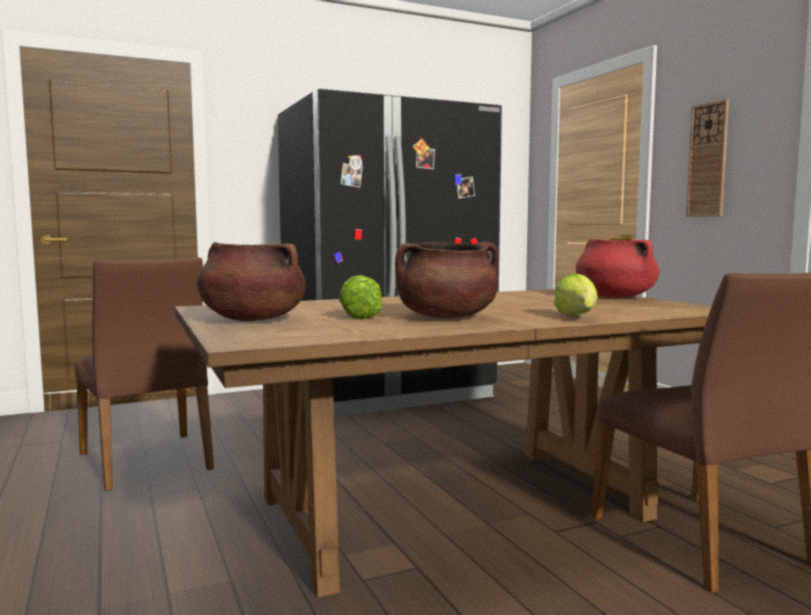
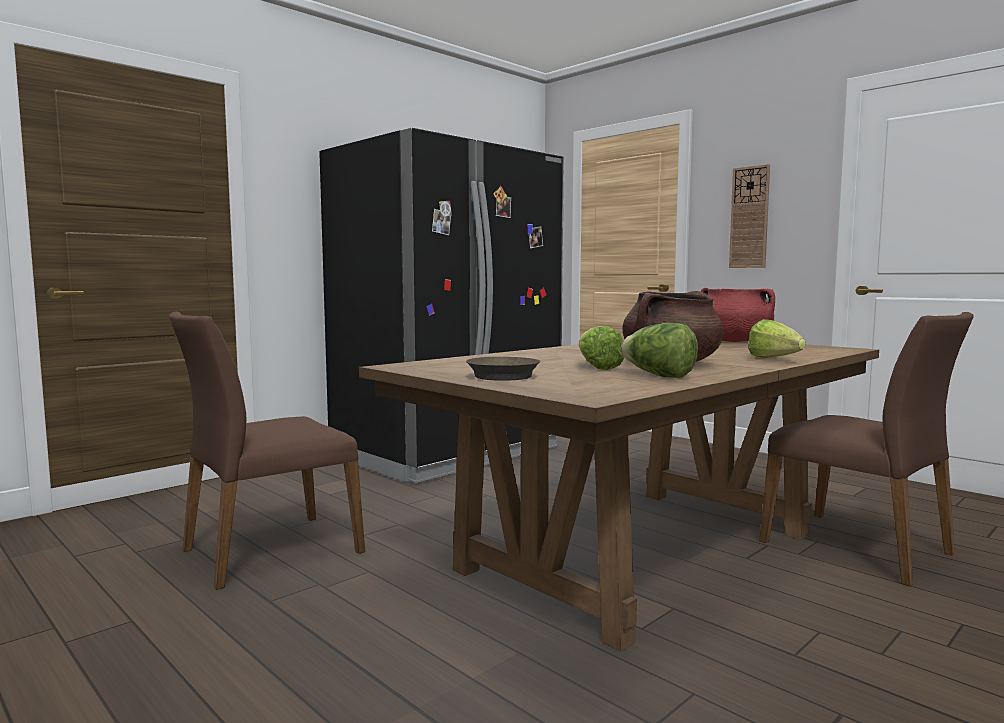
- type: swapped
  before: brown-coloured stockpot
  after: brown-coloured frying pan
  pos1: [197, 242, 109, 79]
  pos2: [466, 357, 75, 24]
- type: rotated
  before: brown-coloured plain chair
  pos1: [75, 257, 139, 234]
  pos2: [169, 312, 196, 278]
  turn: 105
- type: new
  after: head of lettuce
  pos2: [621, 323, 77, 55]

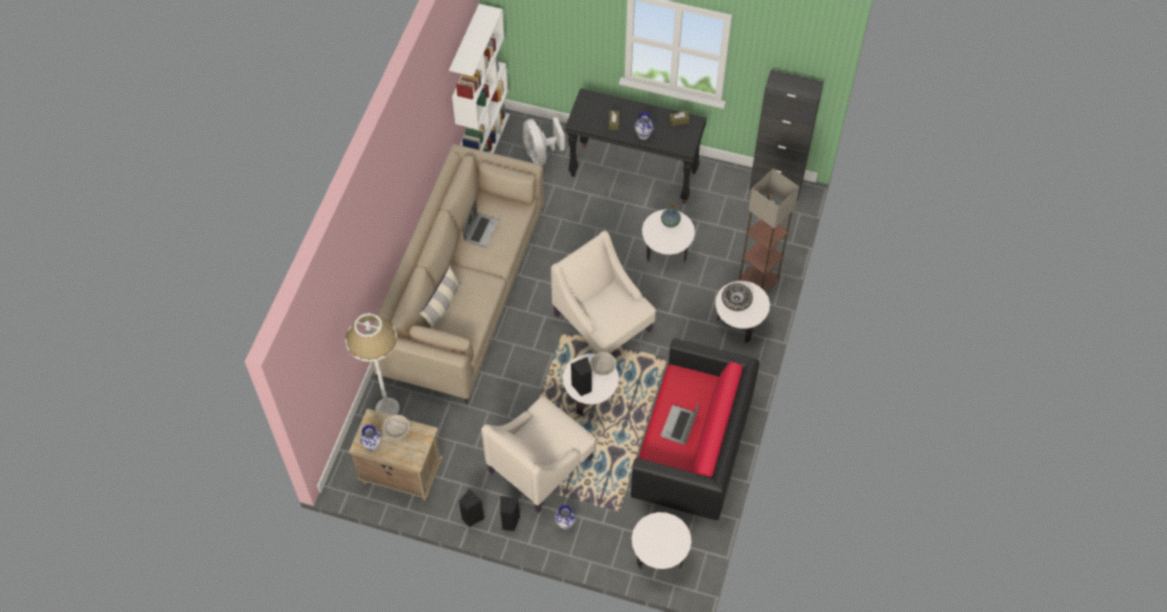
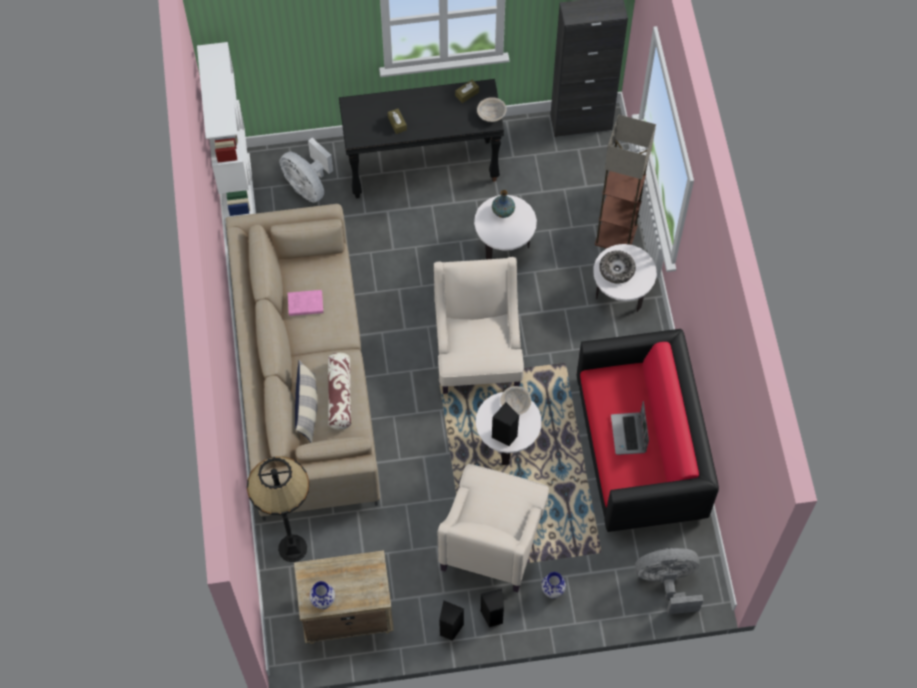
- type: gone
  before: flower vase
  pos1: [635, 112, 19, 28]
- type: swapped
  before: notebook computer
  after: pink-coloured book
  pos1: [462, 200, 37, 47]
  pos2: [288, 290, 35, 26]
- type: rotated
  before: beige lounge chair
  pos1: [551, 230, 105, 123]
  pos2: [434, 257, 90, 137]
  turn: 60
- type: repainted
  before: white-coloured standard lamp
  after: black-coloured standard lamp
  pos1: [345, 313, 55, 102]
  pos2: [247, 456, 62, 106]
- type: shifted
  before: beige bowl
  pos1: [382, 415, 28, 24]
  pos2: [477, 97, 30, 25]
- type: swapped
  before: white-coloured side table
  after: gray electric fan
  pos1: [632, 512, 60, 57]
  pos2: [635, 548, 68, 67]
- type: new
  after: cushion
  pos2: [328, 353, 23, 77]

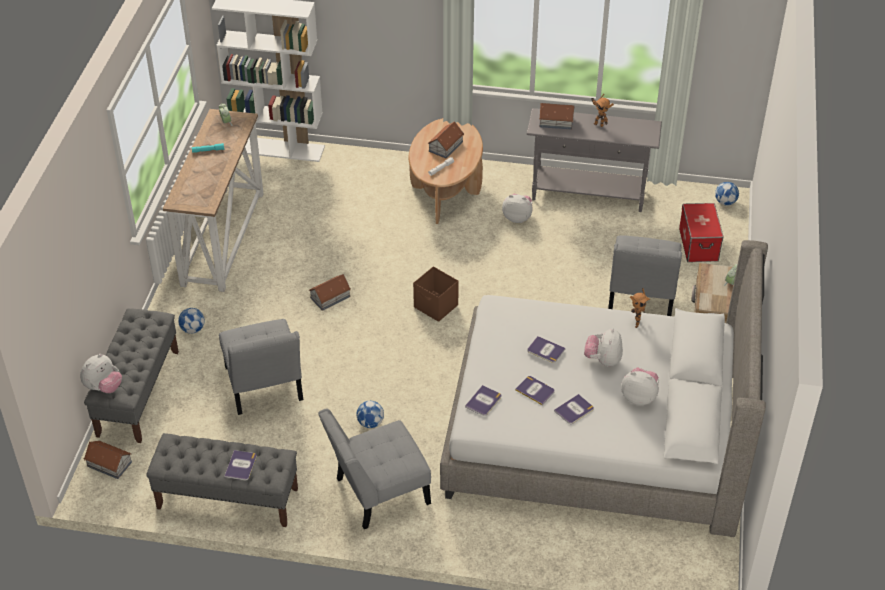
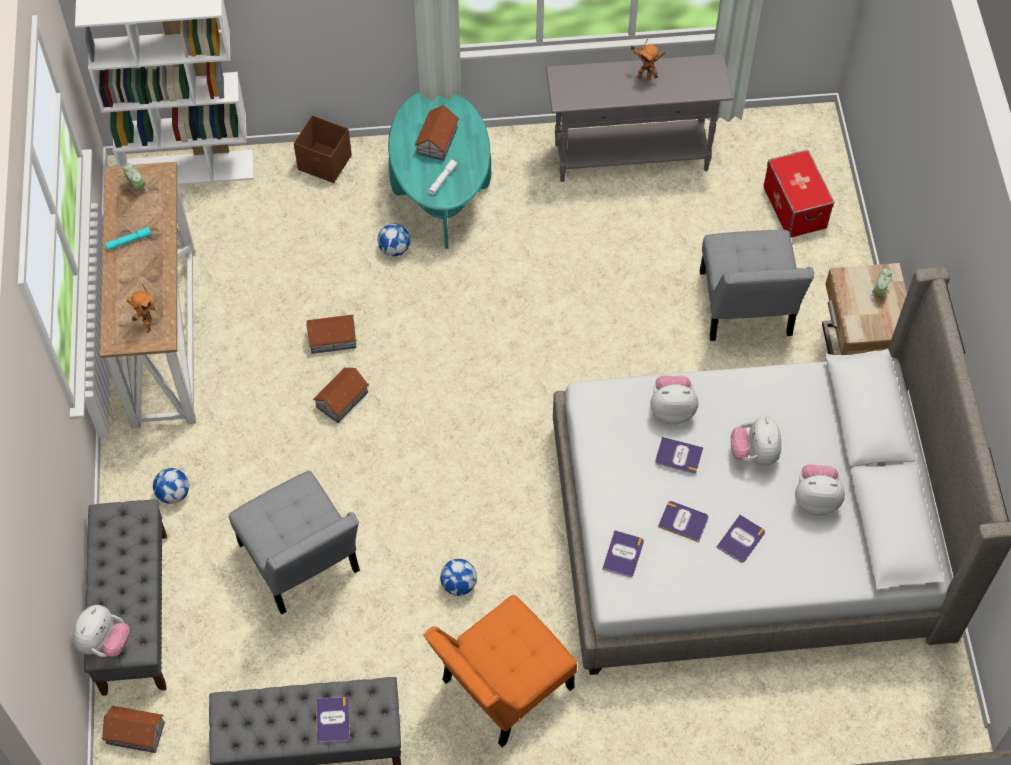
- type: shifted
  before: miniature house
  pos1: [539, 103, 36, 27]
  pos2: [306, 315, 51, 39]
- type: repainted
  before: brown-coloured lounge table
  after: turquoise lounge table
  pos1: [409, 118, 74, 106]
  pos2: [388, 92, 103, 157]
- type: shifted
  before: football
  pos1: [715, 182, 24, 23]
  pos2: [378, 223, 32, 33]
- type: shifted
  before: cuddly toy
  pos1: [502, 194, 31, 29]
  pos2: [650, 376, 49, 49]
- type: shifted
  before: brown-coloured storage bin
  pos1: [413, 266, 46, 56]
  pos2: [294, 115, 58, 68]
- type: shifted
  before: robot figure
  pos1: [630, 288, 19, 40]
  pos2: [126, 283, 29, 50]
- type: repainted
  before: gray plain chair
  after: orange plain chair
  pos1: [318, 408, 113, 121]
  pos2: [423, 595, 154, 152]

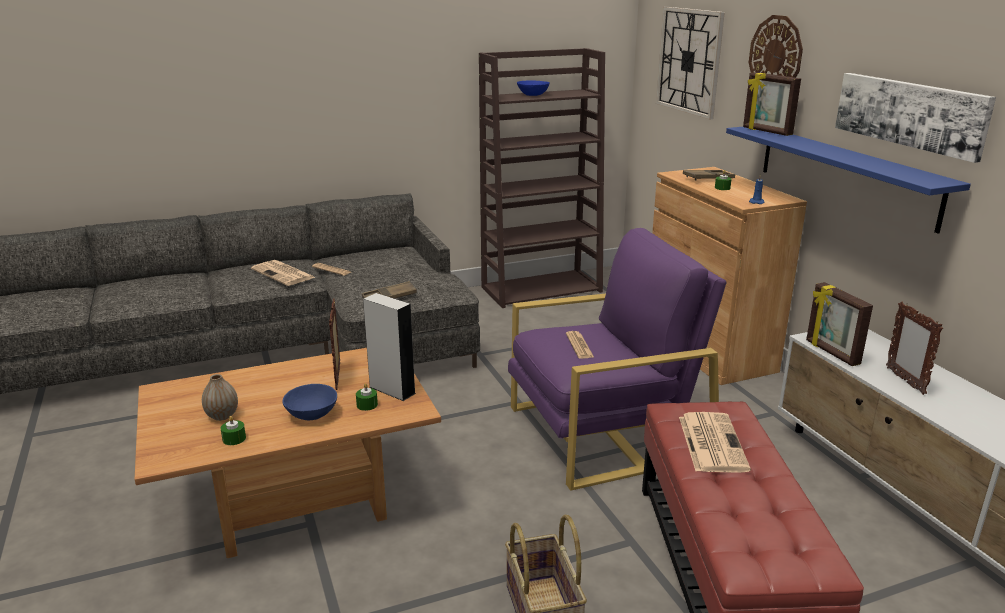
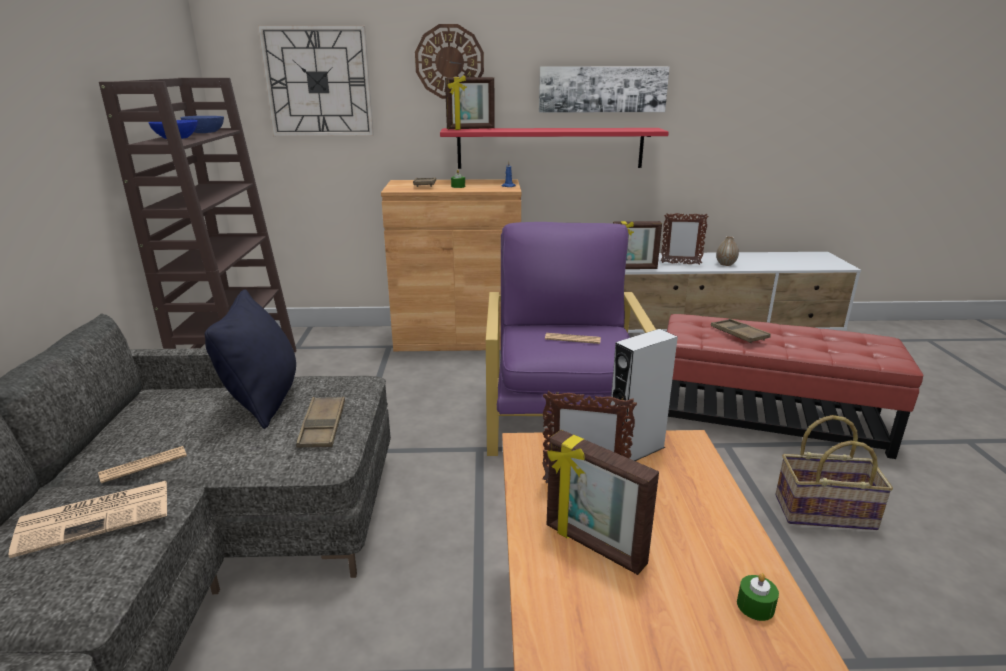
- type: repainted
  before: blue bracket shelf
  after: red bracket shelf
  pos1: [726, 127, 245, 107]
  pos2: [440, 128, 229, 41]
- type: shifted
  before: flower vase
  pos1: [202, 374, 36, 47]
  pos2: [716, 236, 23, 30]
- type: gone
  before: greenish candle
  pos1: [356, 383, 22, 28]
- type: shifted
  before: blue bowl
  pos1: [282, 384, 55, 36]
  pos2: [180, 116, 44, 17]
- type: swapped
  before: printed paper
  after: brown-coloured tray
  pos1: [679, 412, 72, 61]
  pos2: [711, 319, 60, 24]
- type: new
  after: black-coloured cushion
  pos2: [205, 289, 91, 140]
- type: new
  after: standing frame
  pos2: [546, 430, 113, 145]

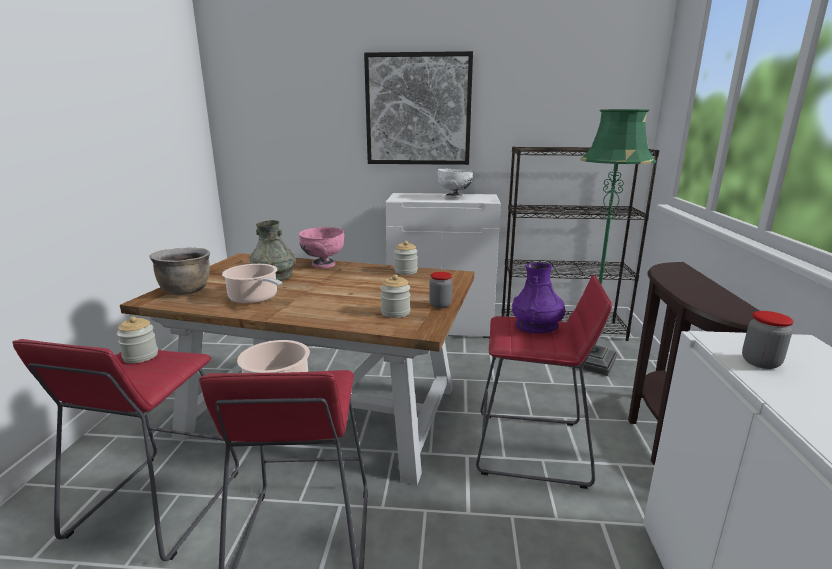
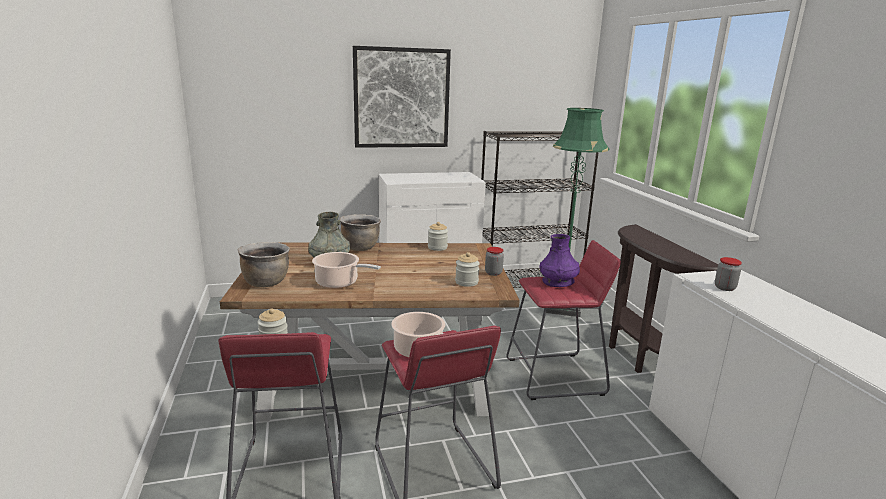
- type: gone
  before: white-coloured bowl
  pos1: [437, 169, 36, 29]
- type: swapped
  before: pink-coloured bowl
  after: brown-coloured stockpot
  pos1: [299, 227, 45, 41]
  pos2: [340, 214, 41, 37]

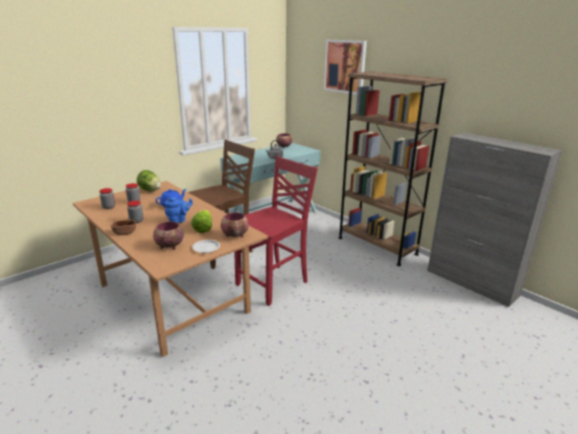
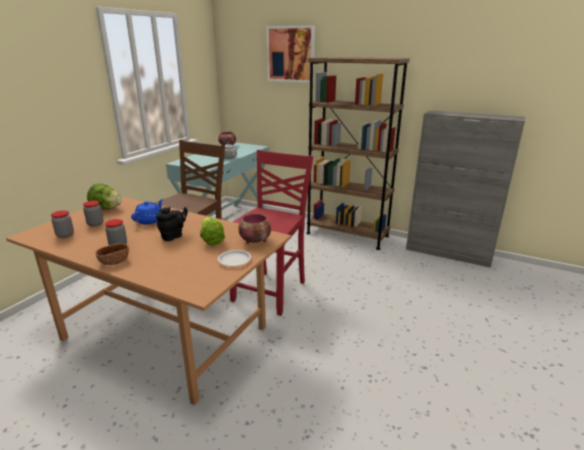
- type: repainted
  before: blue pot for tea
  after: black-coloured pot for tea
  pos1: [164, 197, 29, 26]
  pos2: [156, 207, 32, 34]
- type: gone
  before: bowl
  pos1: [153, 221, 31, 29]

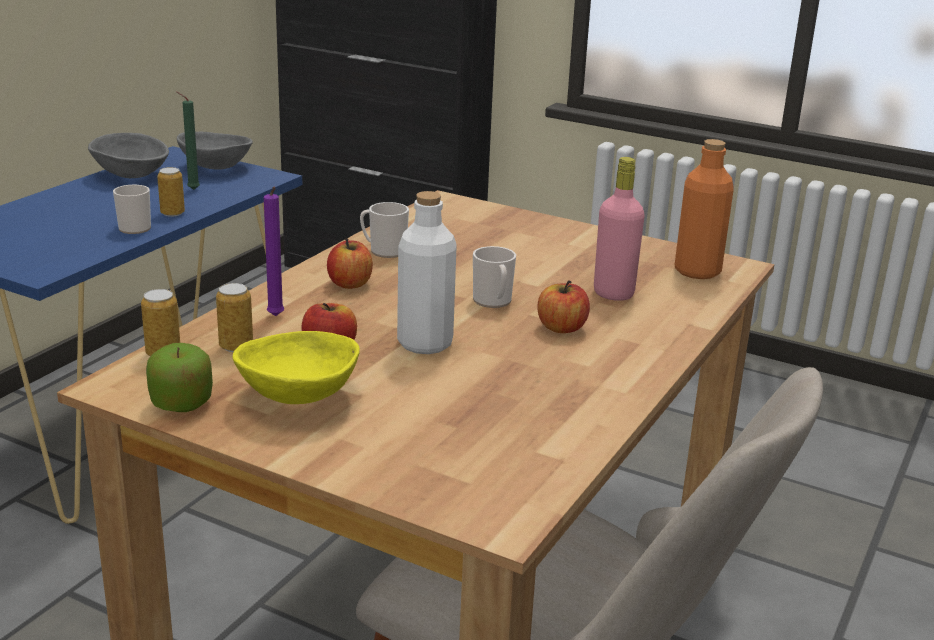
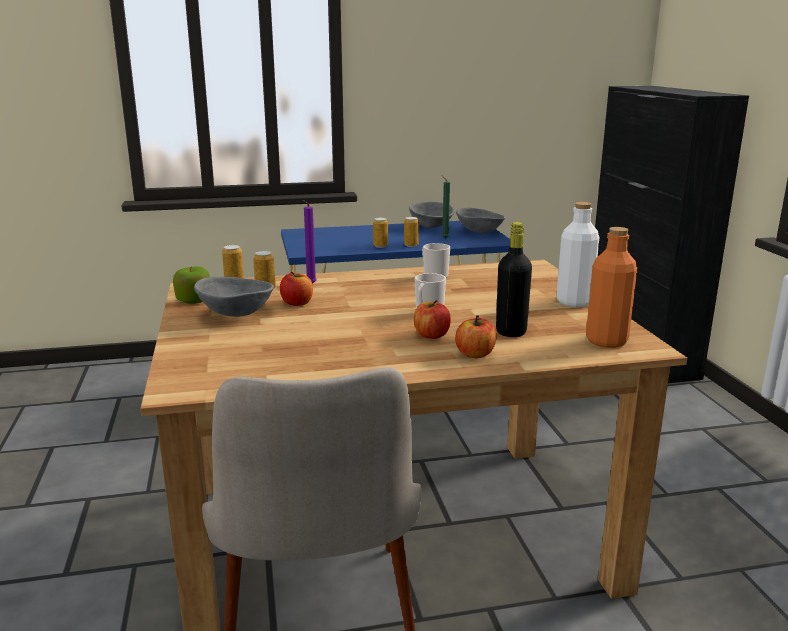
- type: repainted
  before: pink-coloured bottle
  after: black-coloured bottle
  pos1: [594, 157, 51, 144]
  pos2: [496, 222, 36, 115]
- type: swapped
  before: mug
  after: sealed can
  pos1: [113, 185, 38, 49]
  pos2: [373, 218, 15, 30]
- type: shifted
  before: white-coloured bottle
  pos1: [397, 191, 60, 163]
  pos2: [556, 202, 44, 105]
- type: shifted
  before: apple
  pos1: [327, 238, 46, 51]
  pos2: [455, 315, 41, 43]
- type: repainted
  before: yellow bowl
  after: gray bowl
  pos1: [233, 331, 127, 73]
  pos2: [194, 277, 80, 40]

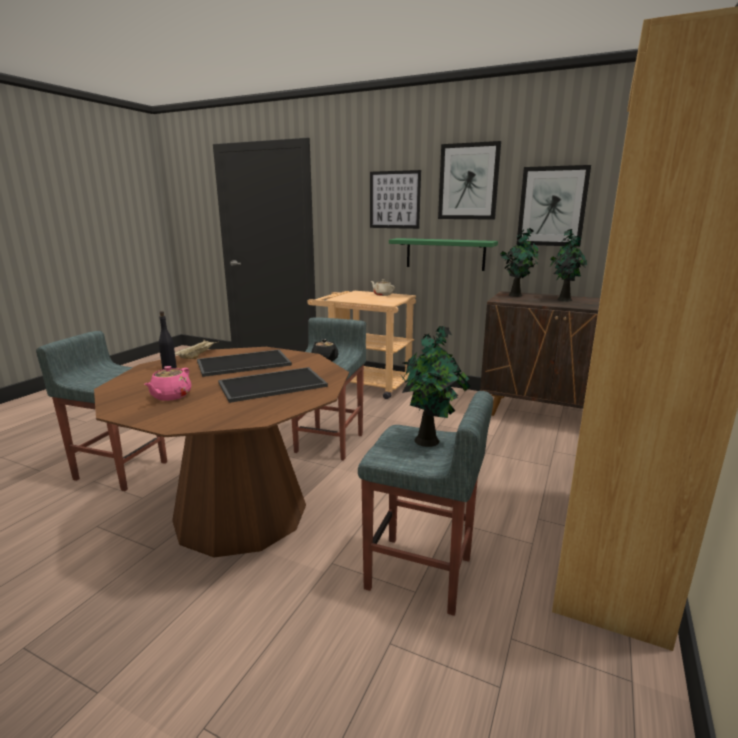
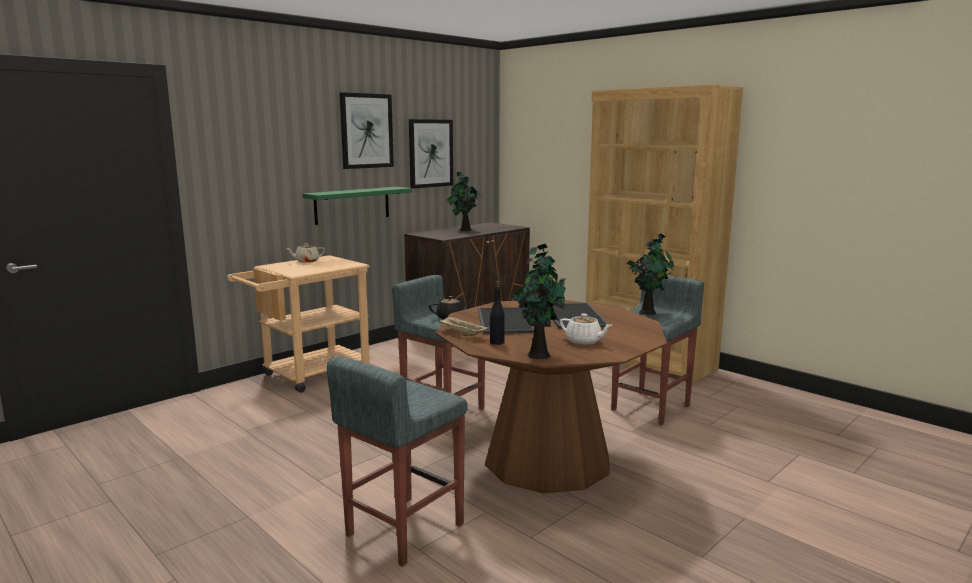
- type: gone
  before: picture
  pos1: [370, 170, 51, 59]
- type: shifted
  before: potted plant
  pos1: [501, 228, 38, 69]
  pos2: [511, 244, 55, 115]
- type: repainted
  before: pink-coloured pot for tea
  after: white-coloured pot for tea
  pos1: [144, 366, 47, 35]
  pos2: [560, 314, 52, 31]

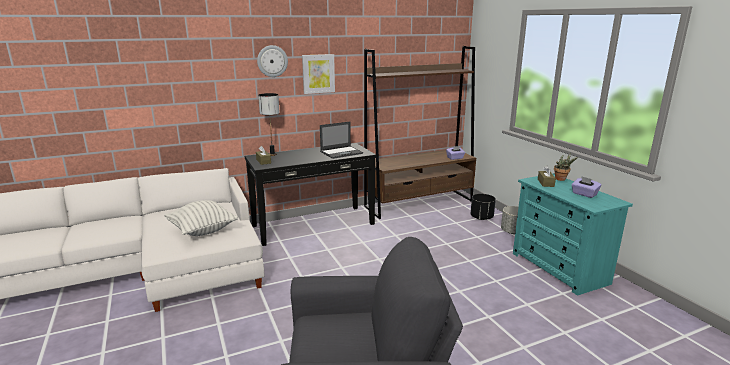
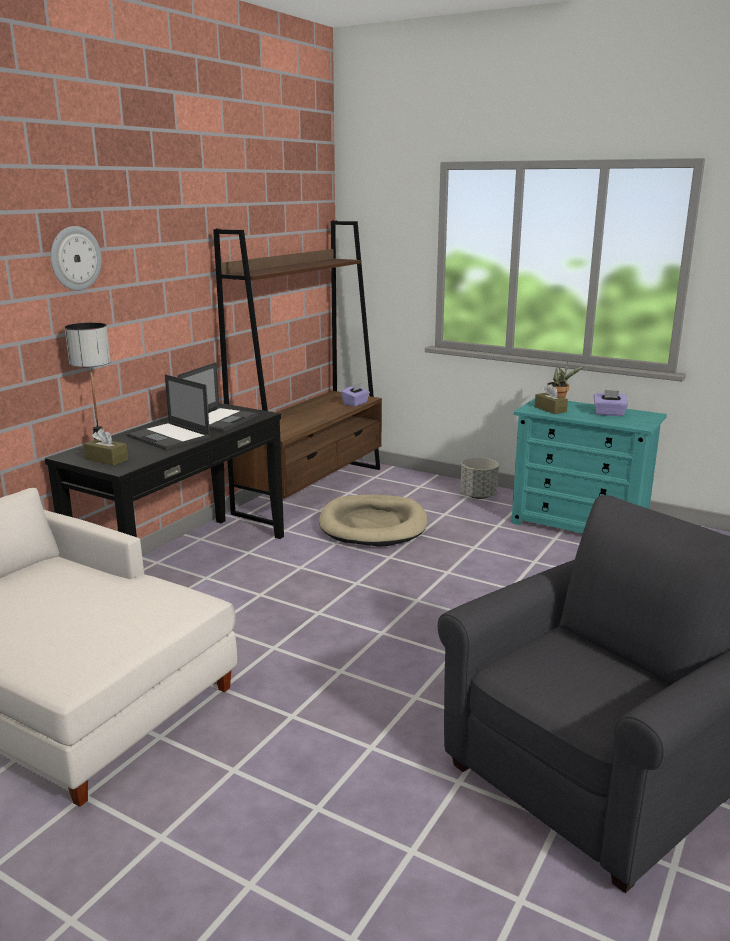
- type: gone
  before: picture
  pos1: [302, 54, 33, 40]
- type: gone
  before: black-coloured plant pot
  pos1: [471, 194, 25, 26]
- type: gone
  before: cushion
  pos1: [165, 200, 73, 36]
- type: new
  after: notebook computer
  pos2: [126, 374, 85, 76]
- type: new
  after: beige dog bed
  pos2: [319, 495, 108, 52]

